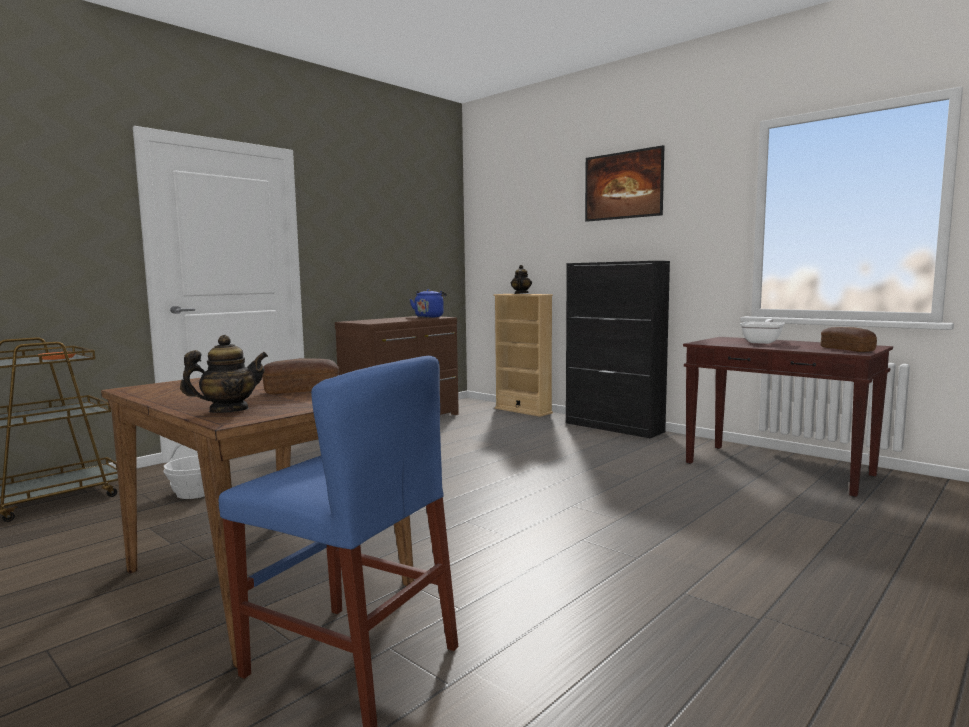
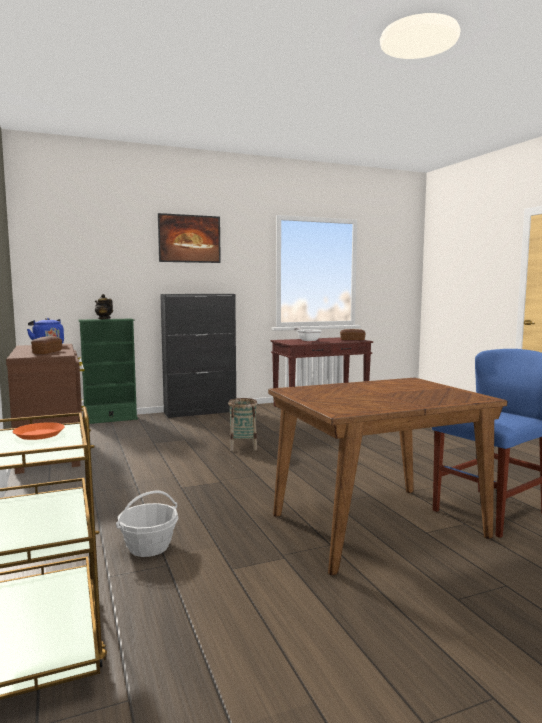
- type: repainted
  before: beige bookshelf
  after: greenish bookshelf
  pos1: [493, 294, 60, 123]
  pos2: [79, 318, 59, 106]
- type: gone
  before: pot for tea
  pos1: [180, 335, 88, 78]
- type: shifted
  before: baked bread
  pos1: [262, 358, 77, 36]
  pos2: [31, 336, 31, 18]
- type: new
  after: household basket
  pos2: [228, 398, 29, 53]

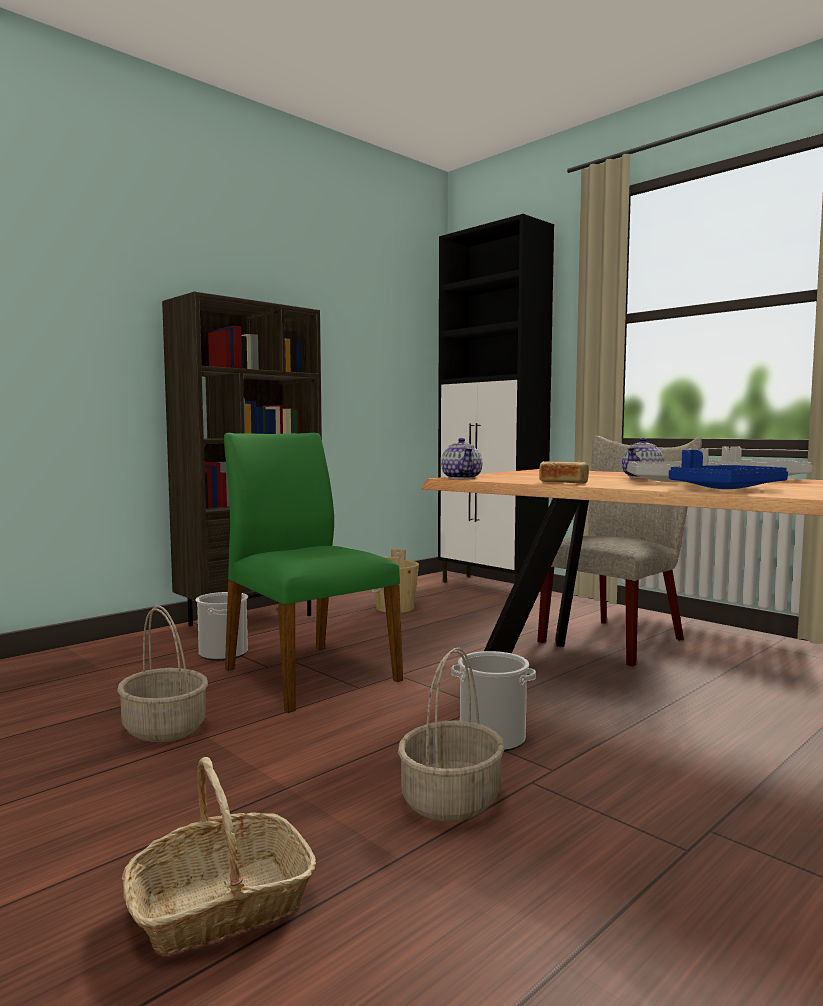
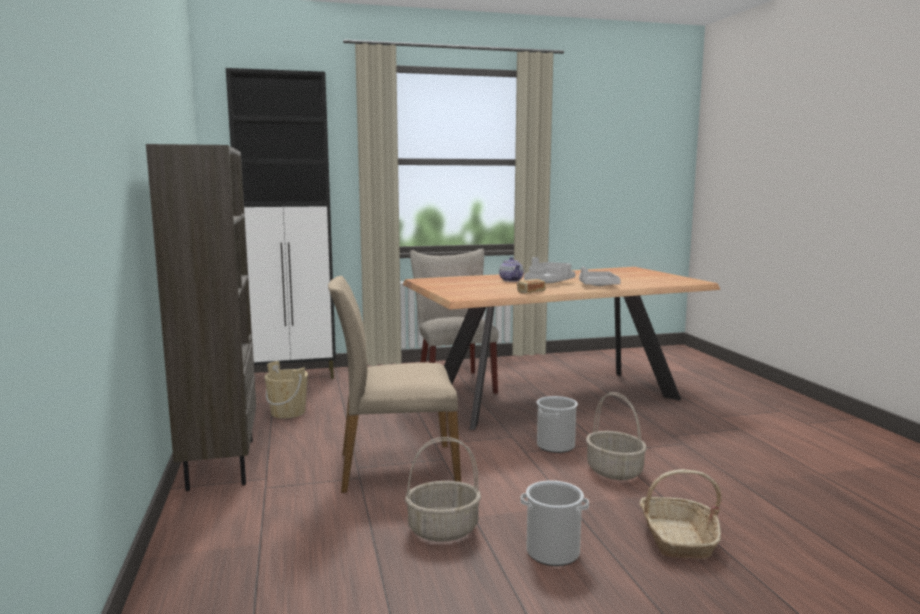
- type: repainted
  before: greenish plain chair
  after: beige plain chair
  pos1: [224, 433, 179, 280]
  pos2: [328, 276, 133, 217]
- type: gone
  before: pot for tea
  pos1: [441, 438, 41, 41]
- type: repainted
  before: blue tray
  after: gray tray
  pos1: [669, 450, 119, 39]
  pos2: [579, 267, 42, 19]
- type: shifted
  before: bucket
  pos1: [195, 592, 53, 69]
  pos2: [520, 480, 69, 86]

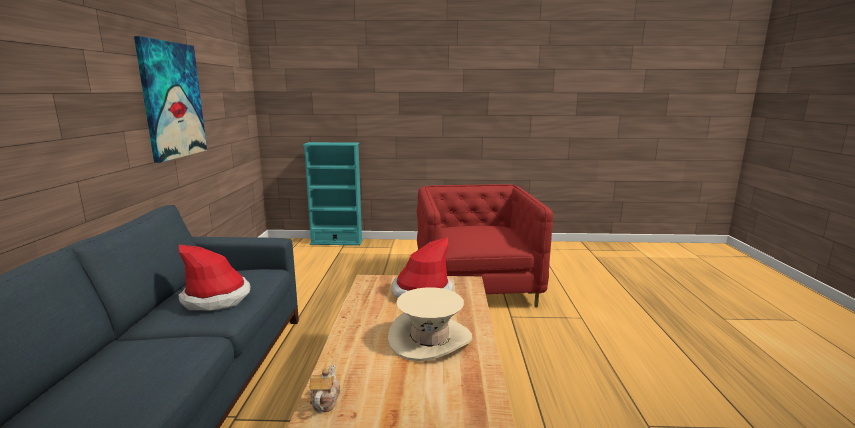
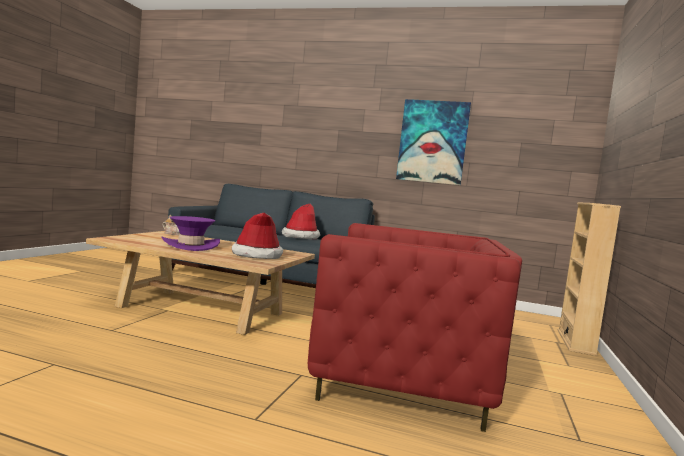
- type: repainted
  before: turquoise bookshelf
  after: beige bookshelf
  pos1: [303, 142, 60, 103]
  pos2: [558, 202, 63, 154]
- type: repainted
  before: beige hat
  after: purple hat
  pos1: [388, 287, 84, 74]
  pos2: [162, 216, 58, 35]

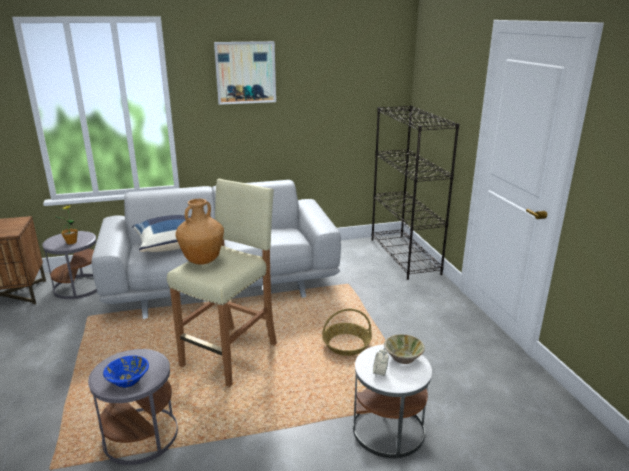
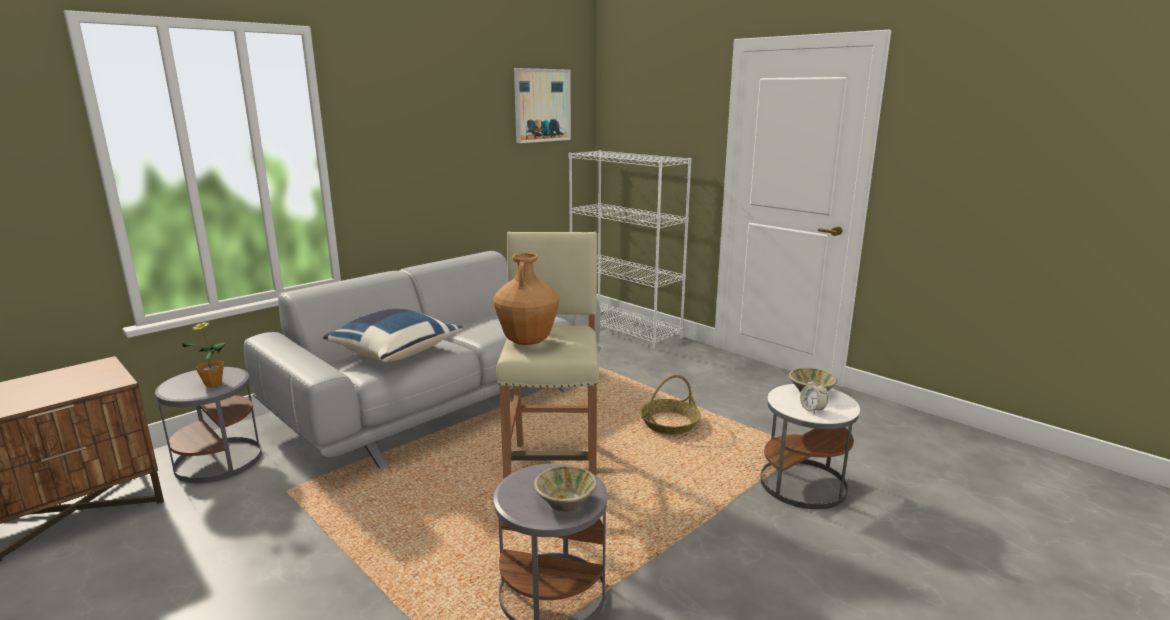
- type: shifted
  before: picture
  pos1: [214, 41, 62, 64]
  pos2: [514, 68, 57, 75]
- type: repainted
  before: black-coloured bookshelf
  after: white-coloured bookshelf
  pos1: [372, 106, 87, 174]
  pos2: [569, 150, 123, 200]
- type: repainted
  before: blue bowl
  after: beige bowl
  pos1: [103, 355, 46, 33]
  pos2: [534, 466, 63, 46]

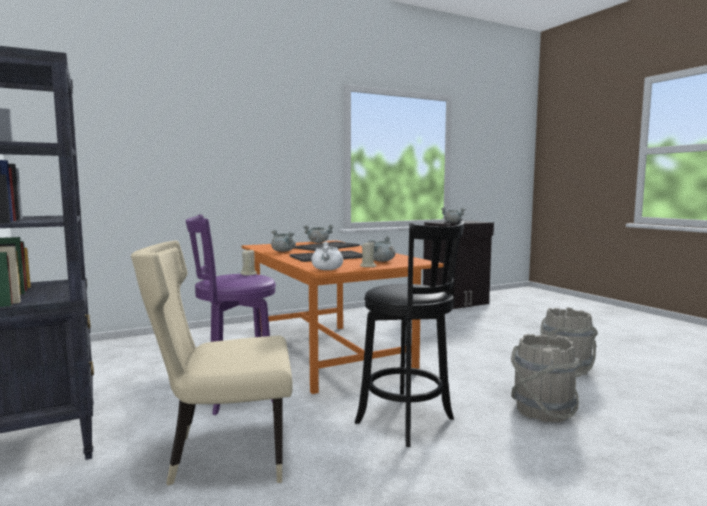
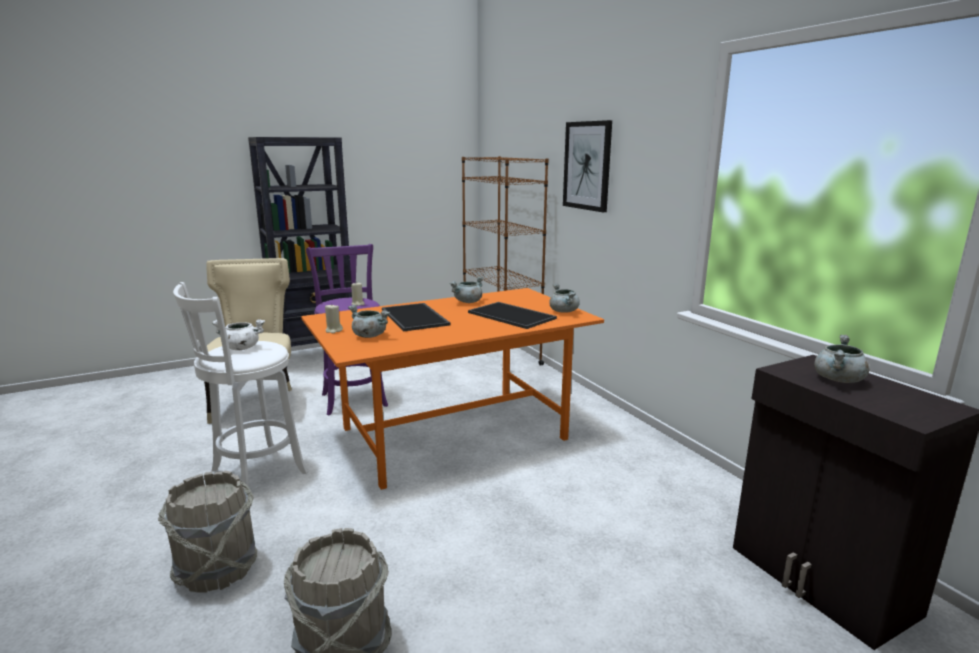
- type: repainted
  before: black-coloured stool seat
  after: white-coloured stool seat
  pos1: [355, 219, 109, 228]
  pos2: [173, 282, 135, 205]
- type: shifted
  before: white-coloured stockpot
  pos1: [311, 241, 32, 29]
  pos2: [212, 319, 53, 31]
- type: new
  after: picture
  pos2: [563, 120, 49, 92]
- type: new
  after: brown-coloured bookshelf
  pos2: [462, 156, 87, 214]

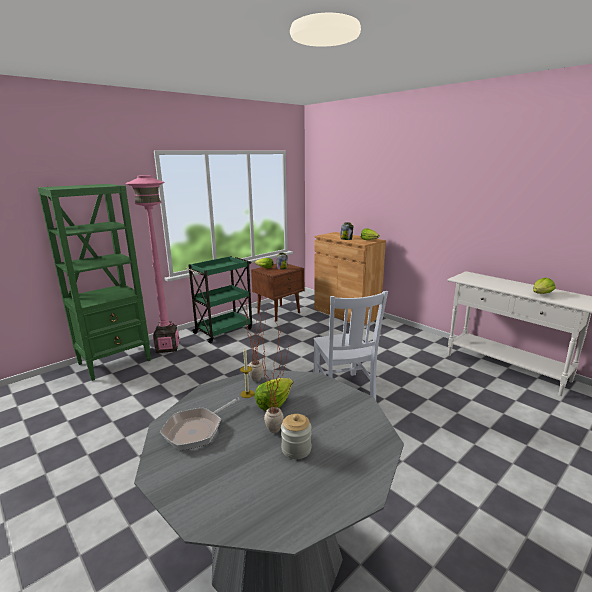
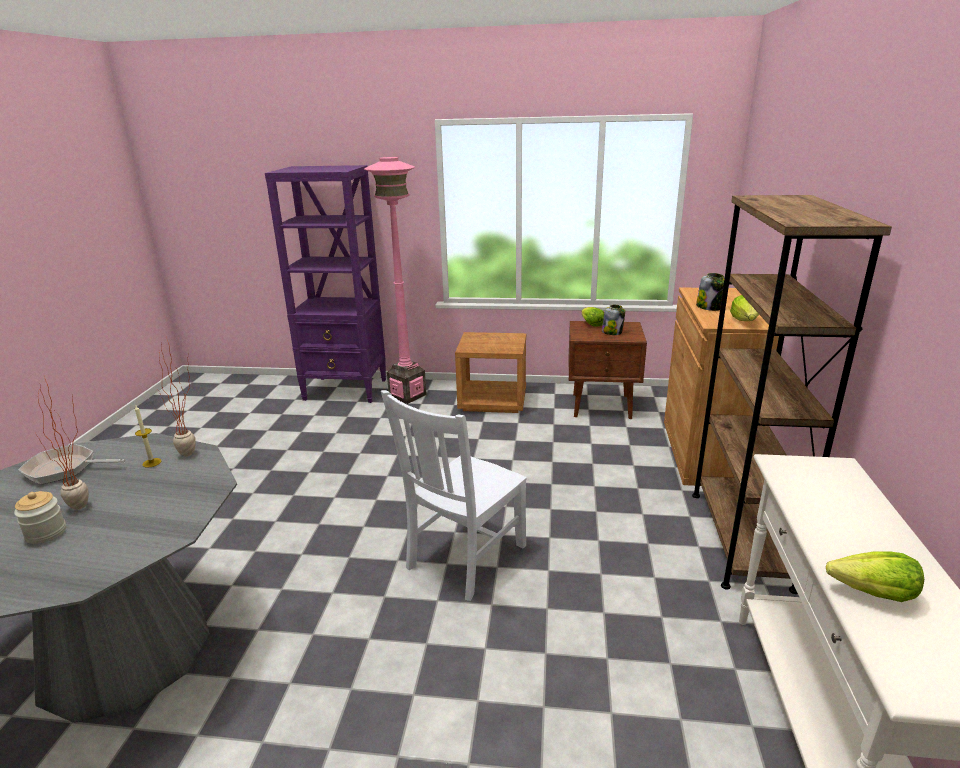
- type: repainted
  before: greenish bookshelf
  after: purple bookshelf
  pos1: [38, 184, 113, 197]
  pos2: [265, 165, 121, 238]
- type: swapped
  before: greenish trolley
  after: brown-coloured bedside table
  pos1: [185, 256, 67, 87]
  pos2: [455, 332, 71, 81]
- type: gone
  before: head of lettuce
  pos1: [254, 378, 39, 33]
- type: new
  after: brown-coloured bookshelf
  pos2: [692, 195, 200, 399]

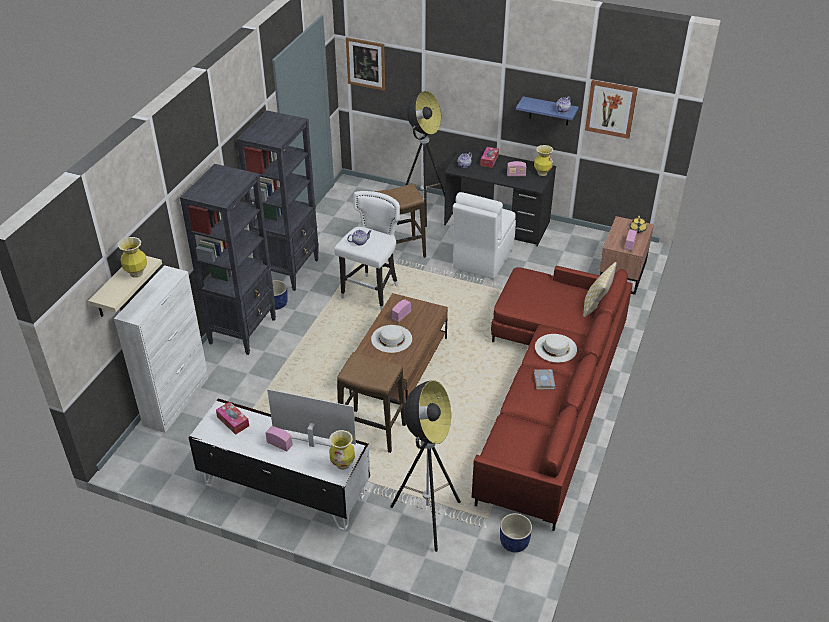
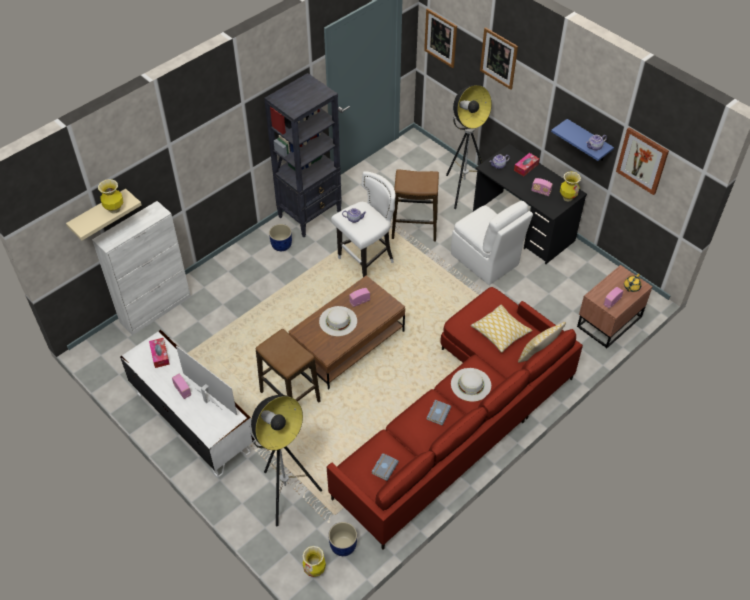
- type: gone
  before: black-coloured bookshelf
  pos1: [180, 164, 96, 191]
- type: rotated
  before: white-coloured plain chair
  pos1: [453, 192, 63, 87]
  pos2: [451, 201, 82, 84]
  turn: -90
- type: shifted
  before: flower vase
  pos1: [329, 430, 26, 40]
  pos2: [302, 546, 24, 31]
- type: new
  after: picture
  pos2: [480, 27, 38, 63]
- type: new
  after: cushion
  pos2: [471, 305, 61, 48]
- type: new
  after: gray book
  pos2: [371, 453, 28, 28]

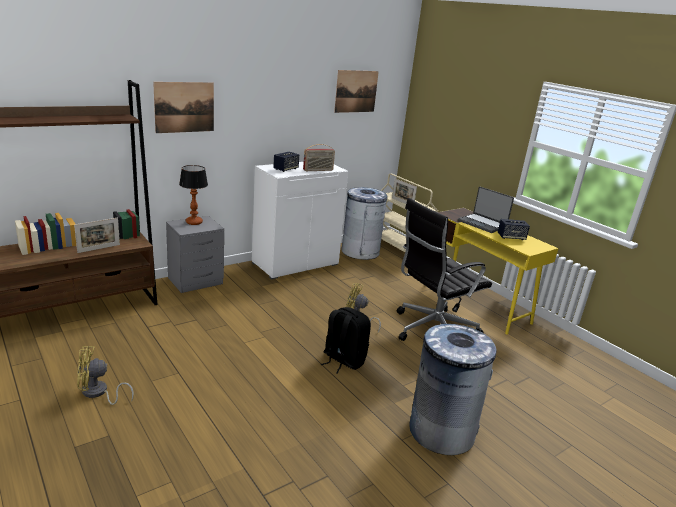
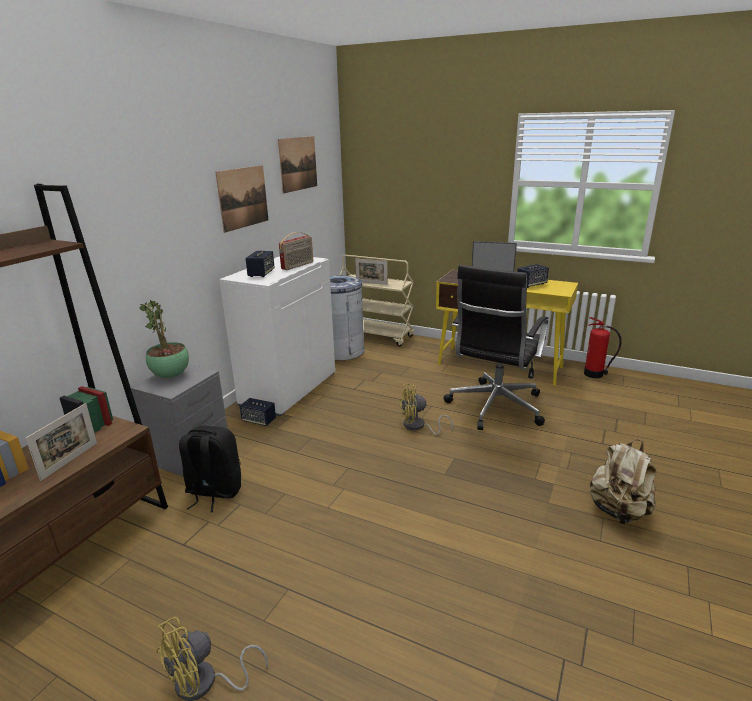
- type: shifted
  before: picture
  pos1: [153, 82, 61, 51]
  pos2: [215, 165, 53, 68]
- type: swapped
  before: tabletop lamp
  after: potted plant
  pos1: [179, 165, 29, 60]
  pos2: [140, 299, 49, 79]
- type: shifted
  before: black-coloured rucksack
  pos1: [321, 307, 50, 67]
  pos2: [179, 426, 62, 86]
- type: swapped
  before: gray waste bin
  after: beige rucksack
  pos1: [409, 324, 87, 131]
  pos2: [590, 439, 66, 85]
- type: new
  after: extinguisher
  pos2: [584, 317, 38, 61]
- type: new
  after: speaker
  pos2: [240, 398, 36, 28]

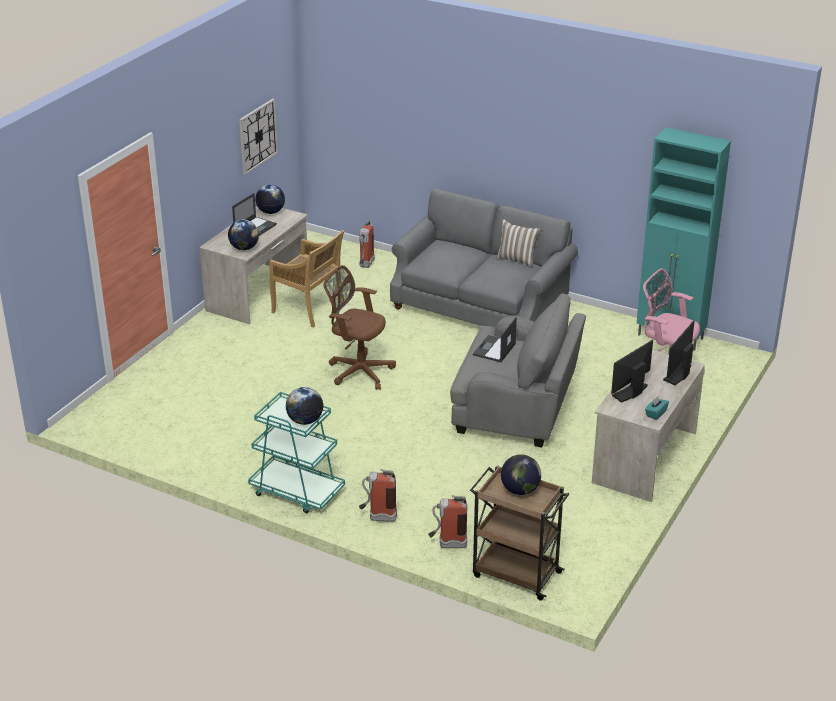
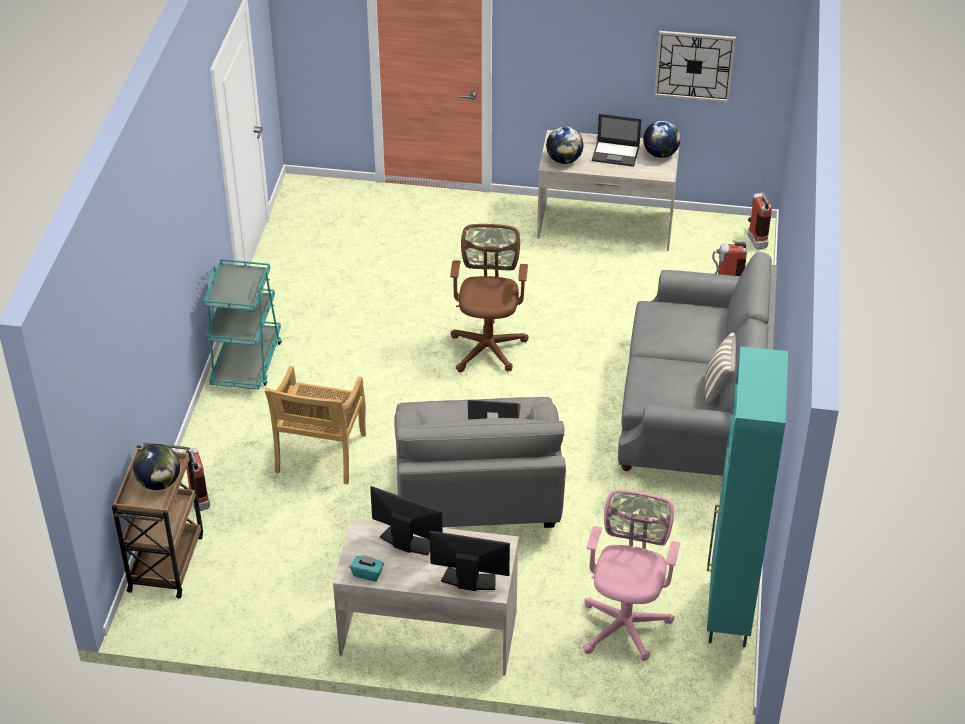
- type: shifted
  before: beige plain chair
  pos1: [270, 230, 74, 97]
  pos2: [265, 366, 101, 119]
- type: gone
  before: desk globe
  pos1: [286, 387, 37, 38]
- type: shifted
  before: extinguisher
  pos1: [359, 469, 38, 53]
  pos2: [748, 193, 24, 56]

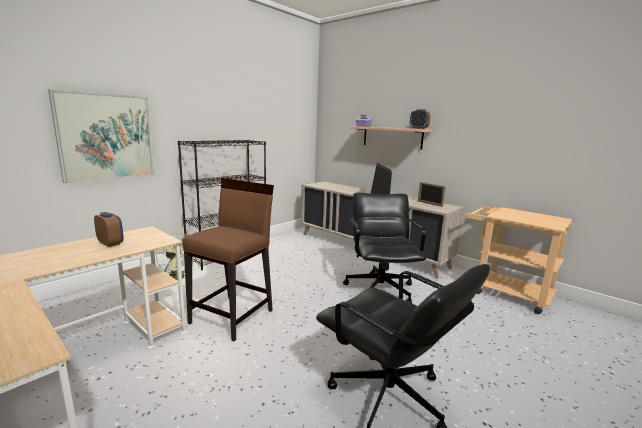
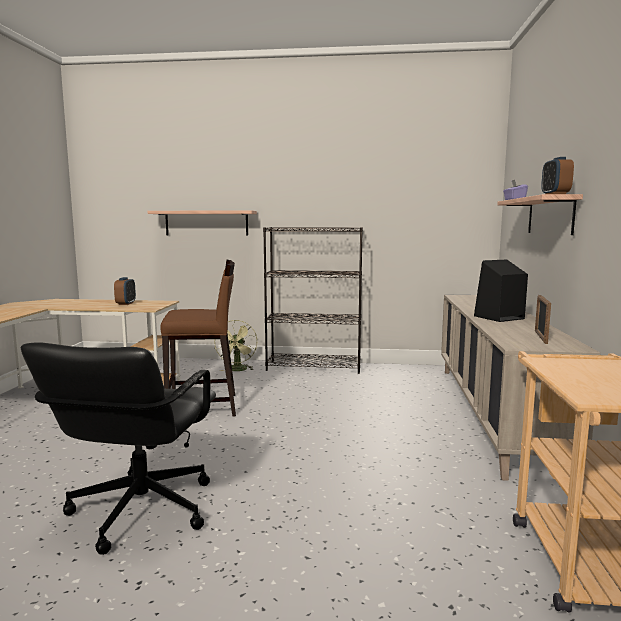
- type: swapped
  before: picture
  after: bracket shelf
  pos1: [48, 89, 107, 94]
  pos2: [147, 210, 110, 26]
- type: gone
  before: black-coloured desk chair
  pos1: [343, 193, 83, 110]

